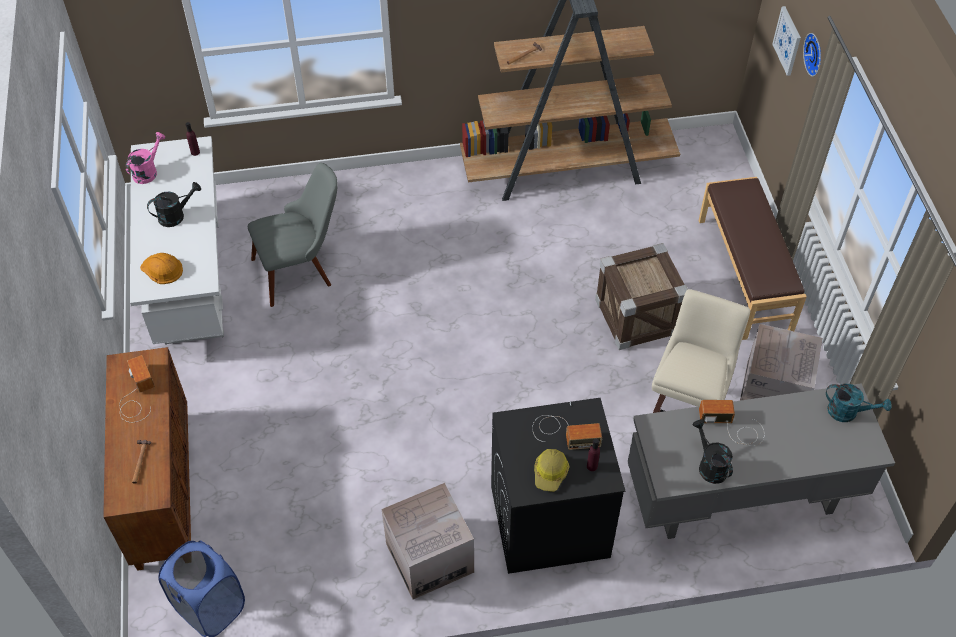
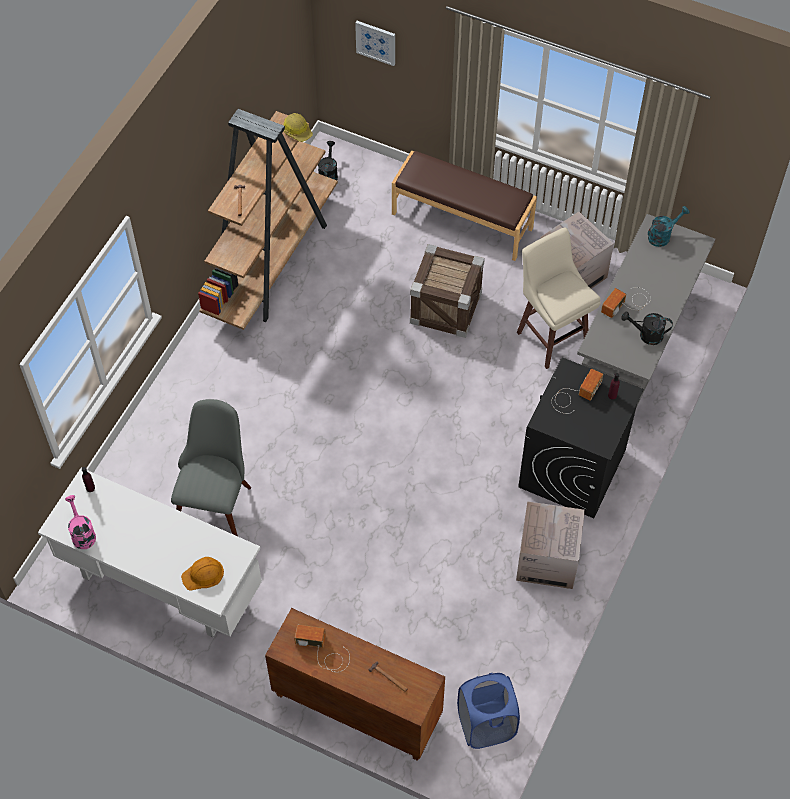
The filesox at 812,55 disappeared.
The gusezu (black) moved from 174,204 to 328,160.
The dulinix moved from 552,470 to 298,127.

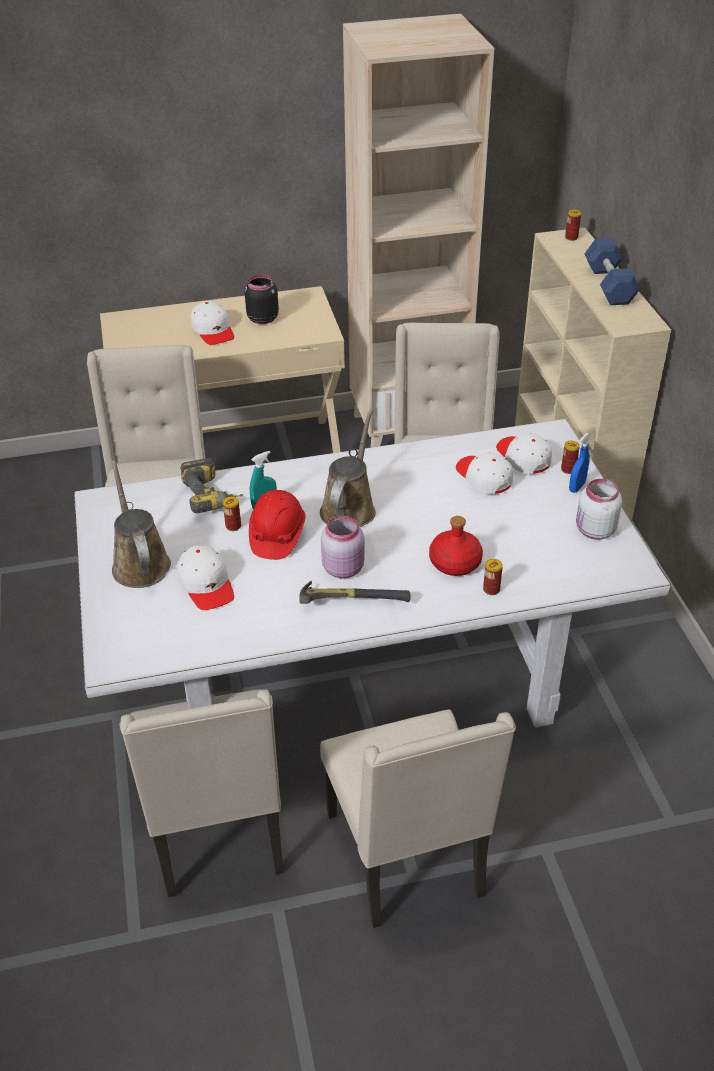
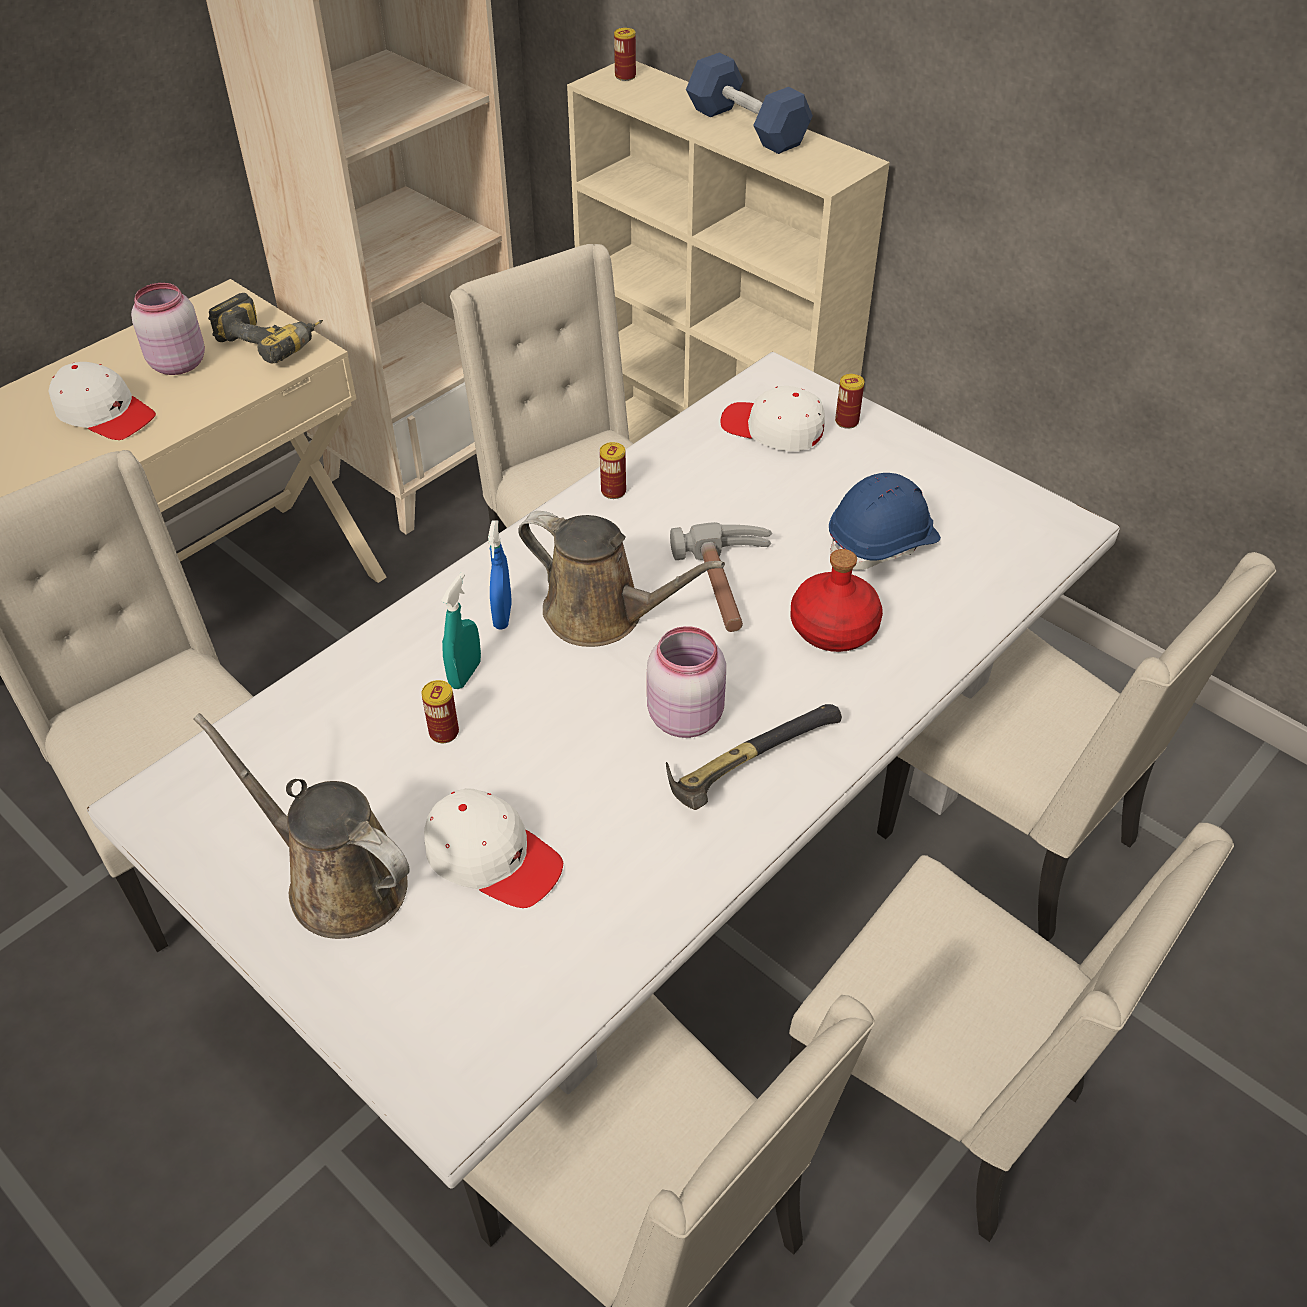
The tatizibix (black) at 262,299 became the tatizibix (pink) at 168,329.
The gusezu (brown) at 348,468 turned 135 degrees clockwise.
The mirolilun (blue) moved from 579,463 to 500,575.
The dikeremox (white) at 484,473 disappeared.
The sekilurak moved from 211,485 to 265,328.
The tatizibix (white) at 599,509 disappeared.
The dulinix (red) at 277,525 disappeared.
The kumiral moved from 493,577 to 613,470.
The dulinix (blue) at 885,521 appeared.
The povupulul at 721,577 appeared.
The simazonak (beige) at 1076,747 appeared.

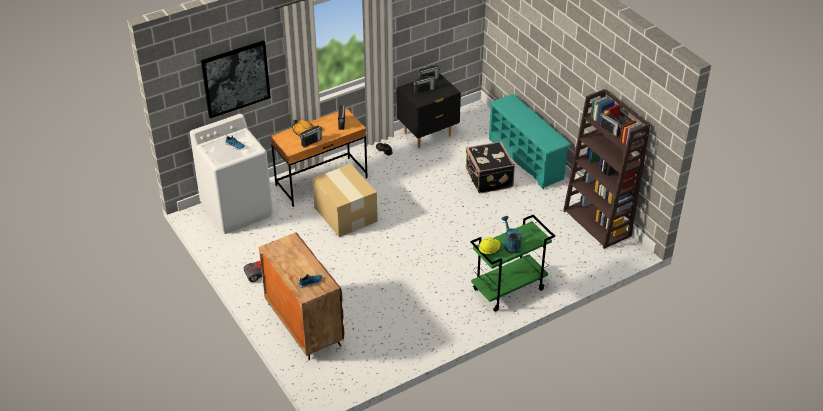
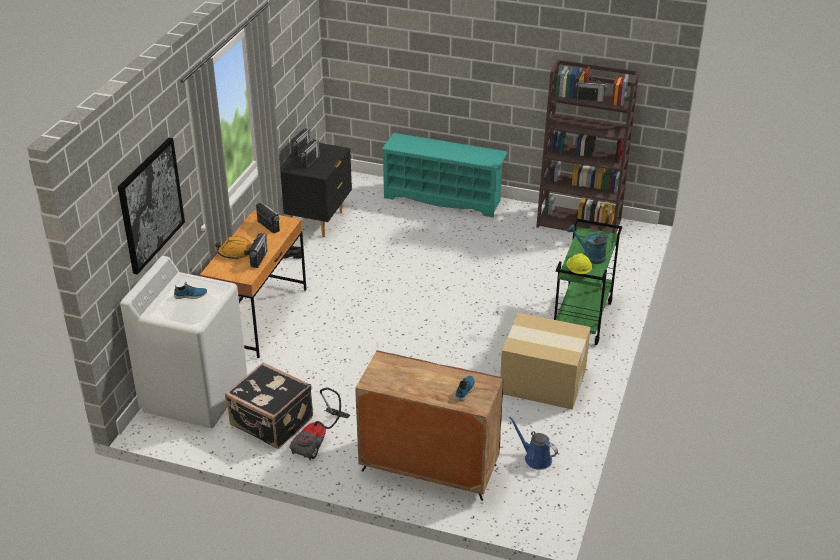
The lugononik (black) moved from 490,167 to 269,405.
The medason moved from 345,200 to 545,361.
The gusezu (blue) at 533,443 appeared.

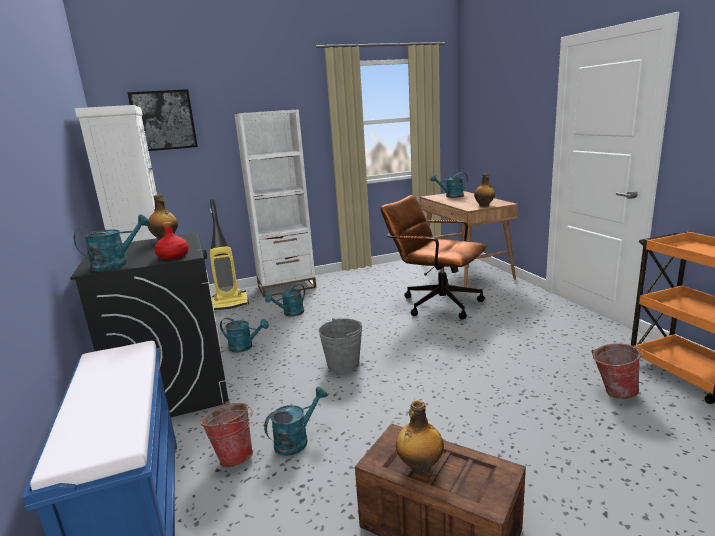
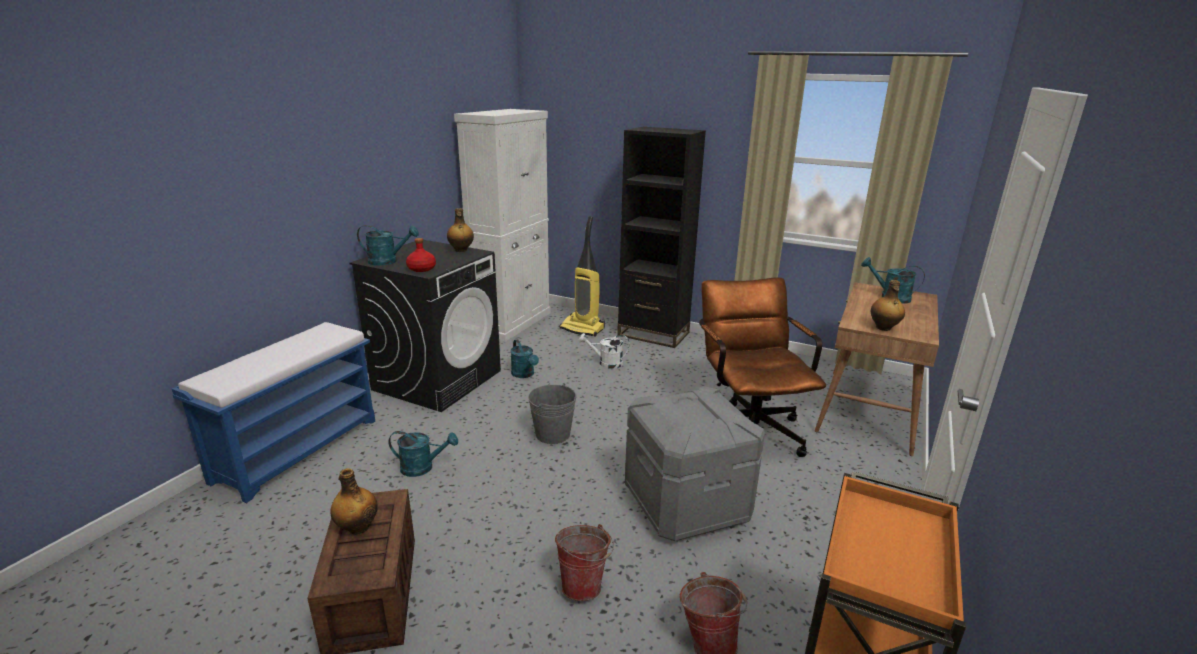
The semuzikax at 162,120 disappeared.
The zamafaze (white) at 275,203 became the zamafaze (black) at 661,237.
The gusezu (turquoise) at 285,300 became the gusezu (white) at 604,351.
The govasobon moved from 226,434 to 584,562.
The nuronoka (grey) at 695,464 appeared.

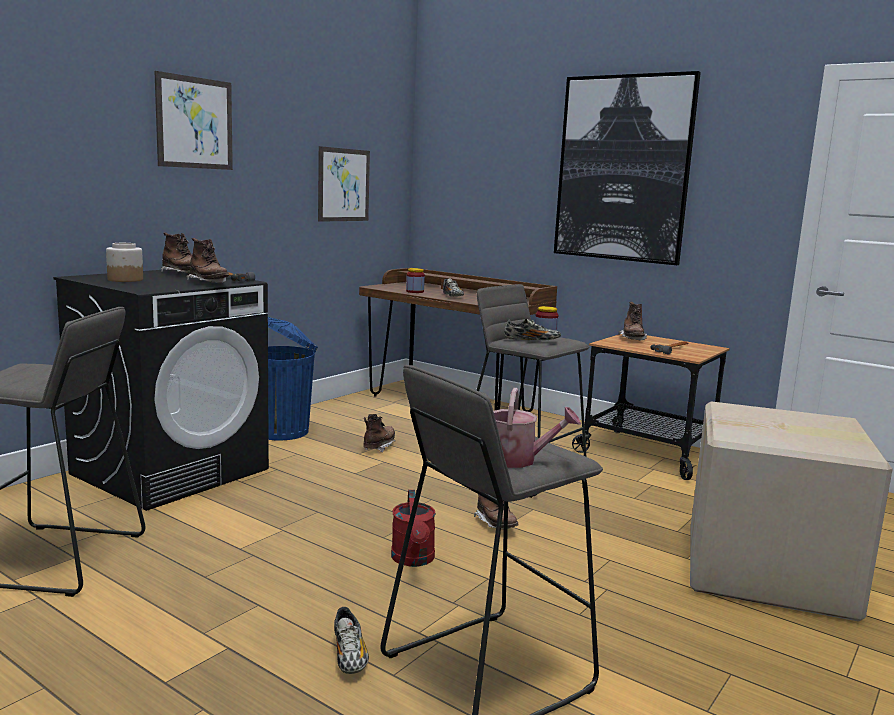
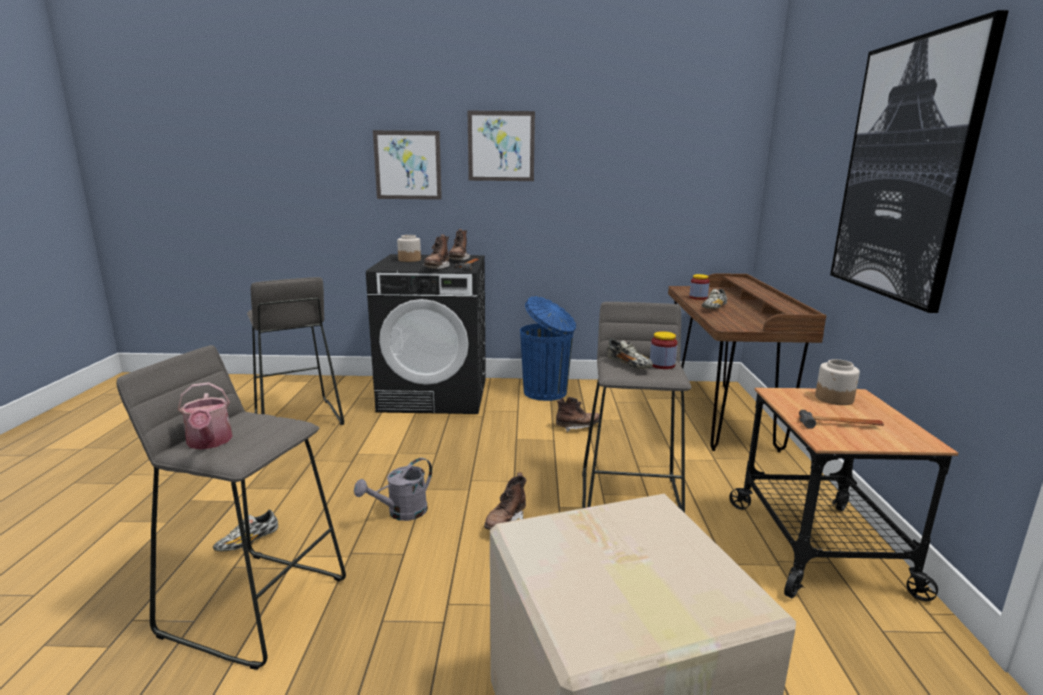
The semuzikax moved from 344,184 to 407,165.
The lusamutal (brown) at 632,321 was replaced by the tatizibix at 837,382.
The gusezu (red) at 413,528 became the gusezu (grey) at 393,489.

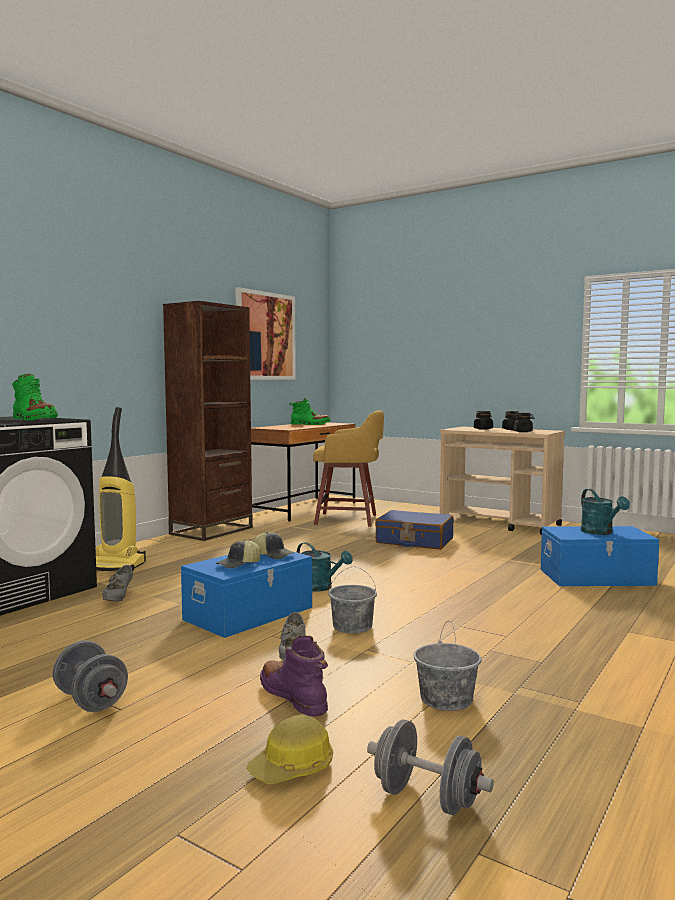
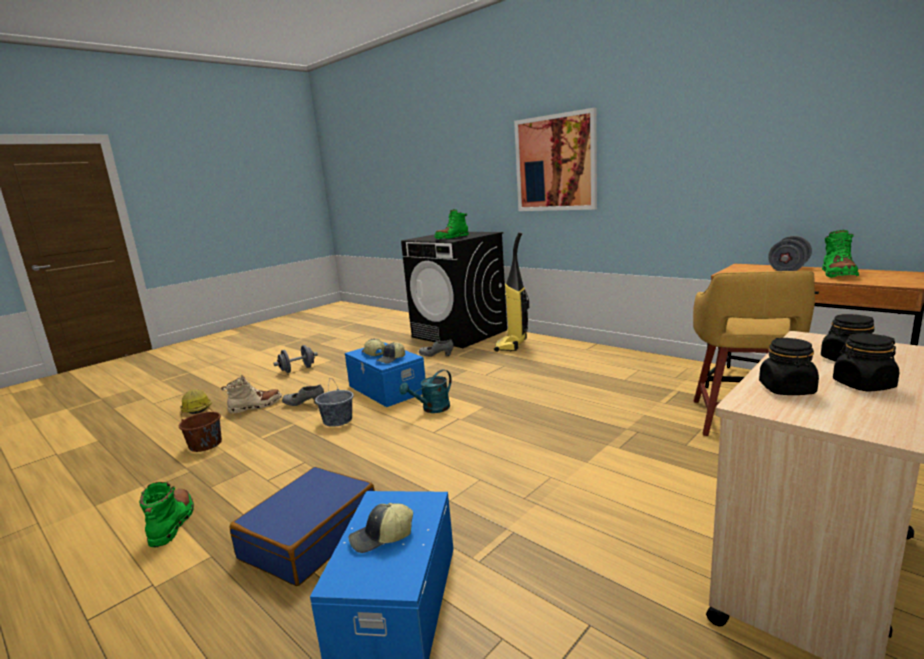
The semuzikax moved from 265,333 to 555,159.
The zamafaze (brown) at 208,421 disappeared.
The gusezu (turquoise) at 605,512 was replaced by the dikeremox at 381,528.
The lugononik (blue) moved from 414,530 to 302,526.
The govasobon (grey) at 447,666 became the govasobon (brown) at 200,426.
The lusamutal (purple) at 294,676 became the lusamutal (beige) at 251,394.
The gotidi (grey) moved from 430,767 to 790,253.
The lusamutal (green) at 166,514 appeared.

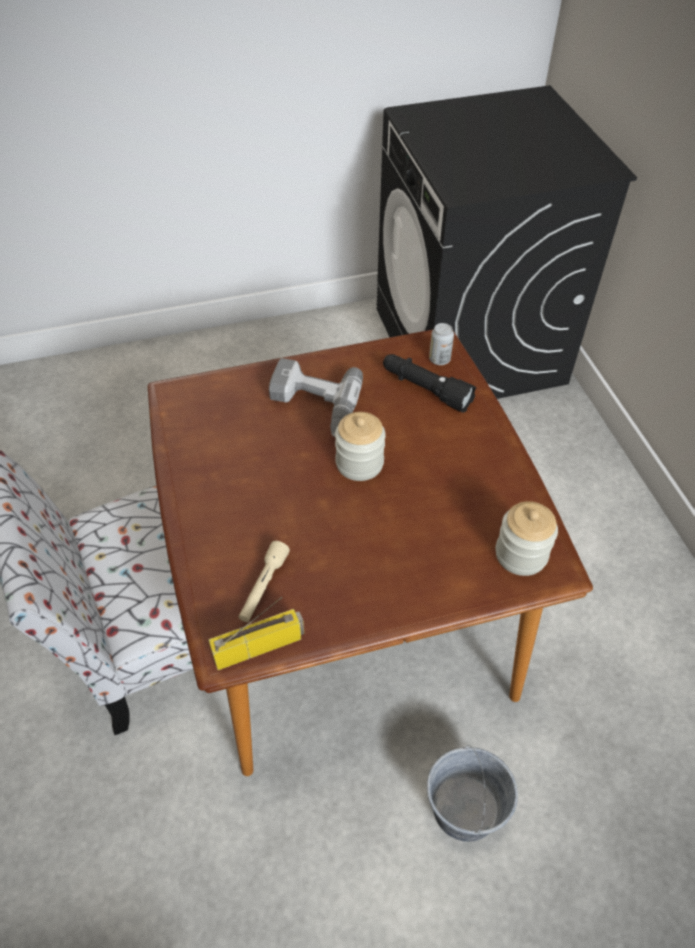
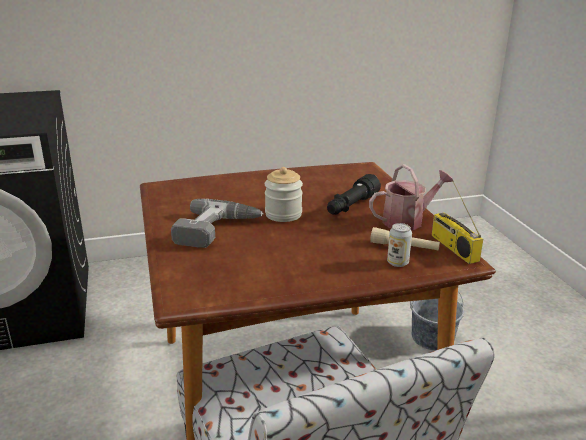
The kumiral moved from 441,344 to 399,245.
The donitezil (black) moved from 429,383 to 354,194.
The tatizibix at 527,538 disappeared.
The gusezu at 411,197 appeared.

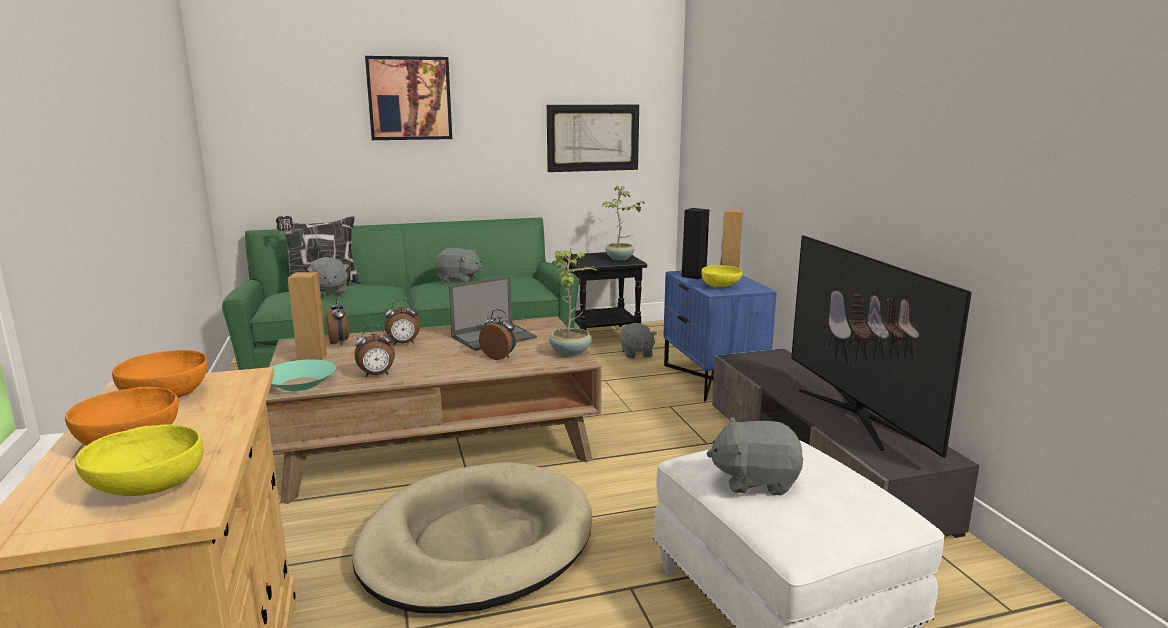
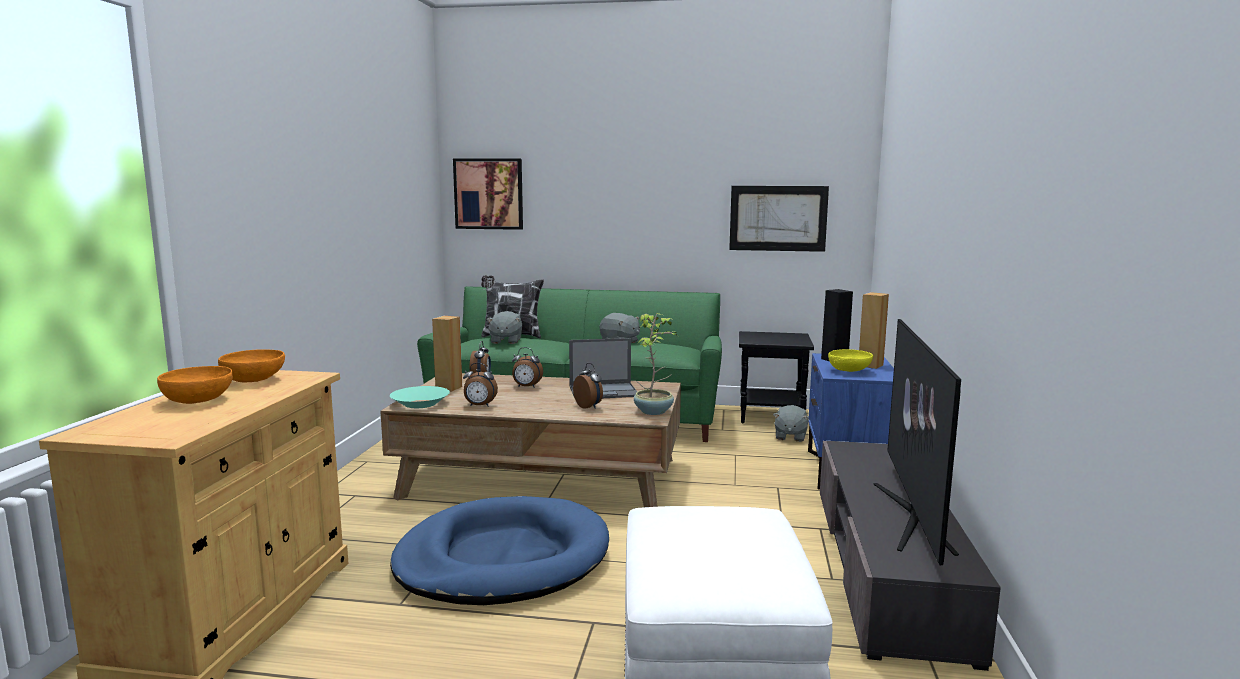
The semuzikax moved from 408,98 to 488,194.
The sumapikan at 623,223 disappeared.
The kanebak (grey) at 755,456 disappeared.
The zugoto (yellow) at 139,460 disappeared.
The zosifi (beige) at 472,537 became the zosifi (blue) at 499,550.

